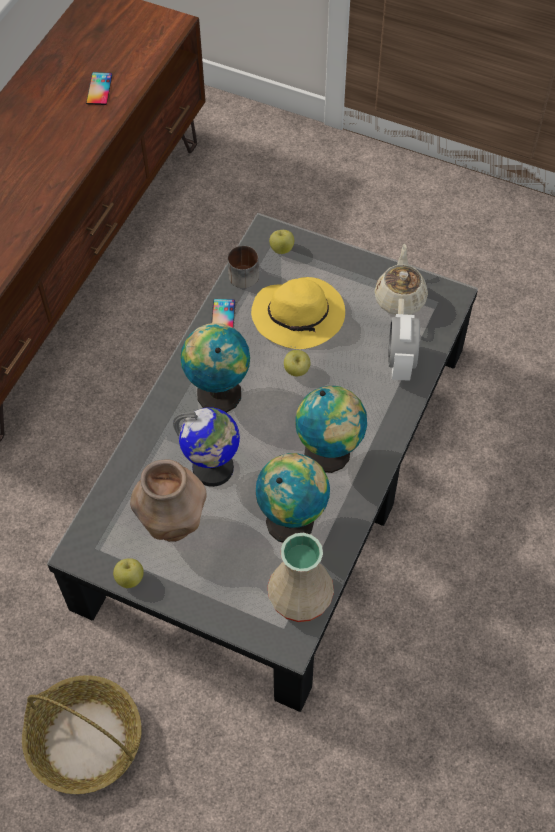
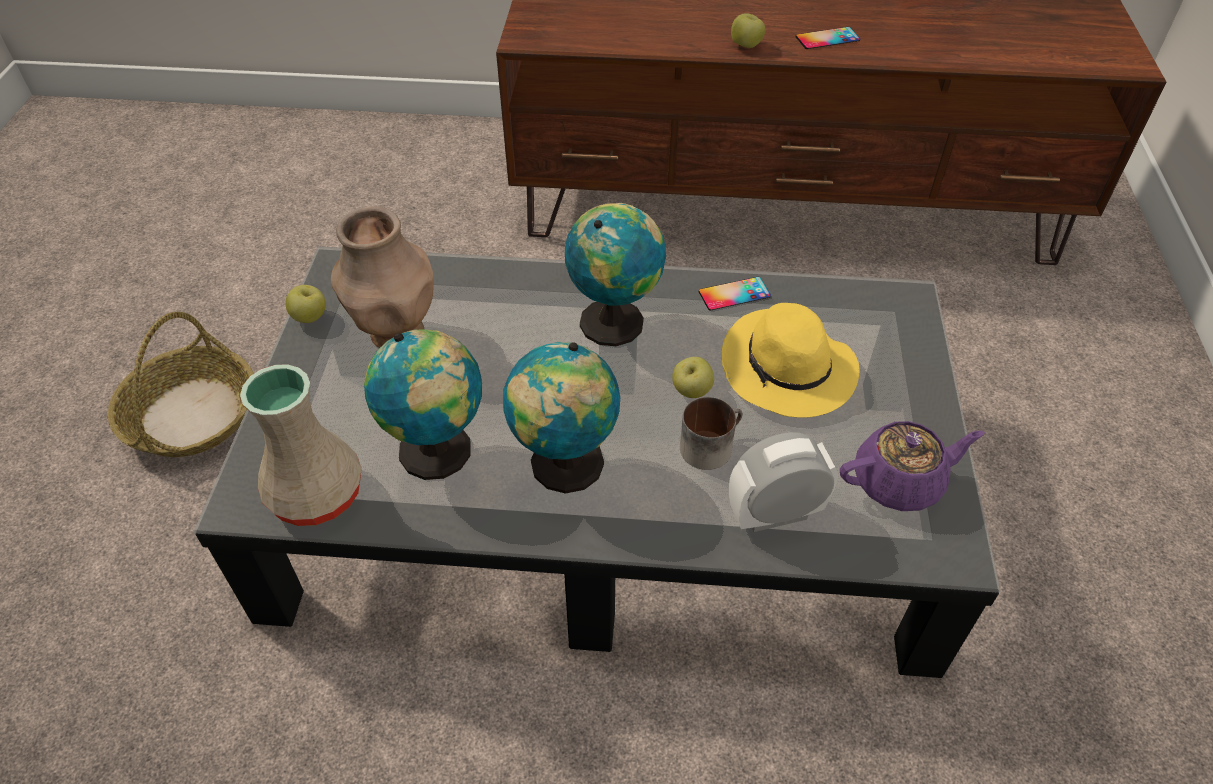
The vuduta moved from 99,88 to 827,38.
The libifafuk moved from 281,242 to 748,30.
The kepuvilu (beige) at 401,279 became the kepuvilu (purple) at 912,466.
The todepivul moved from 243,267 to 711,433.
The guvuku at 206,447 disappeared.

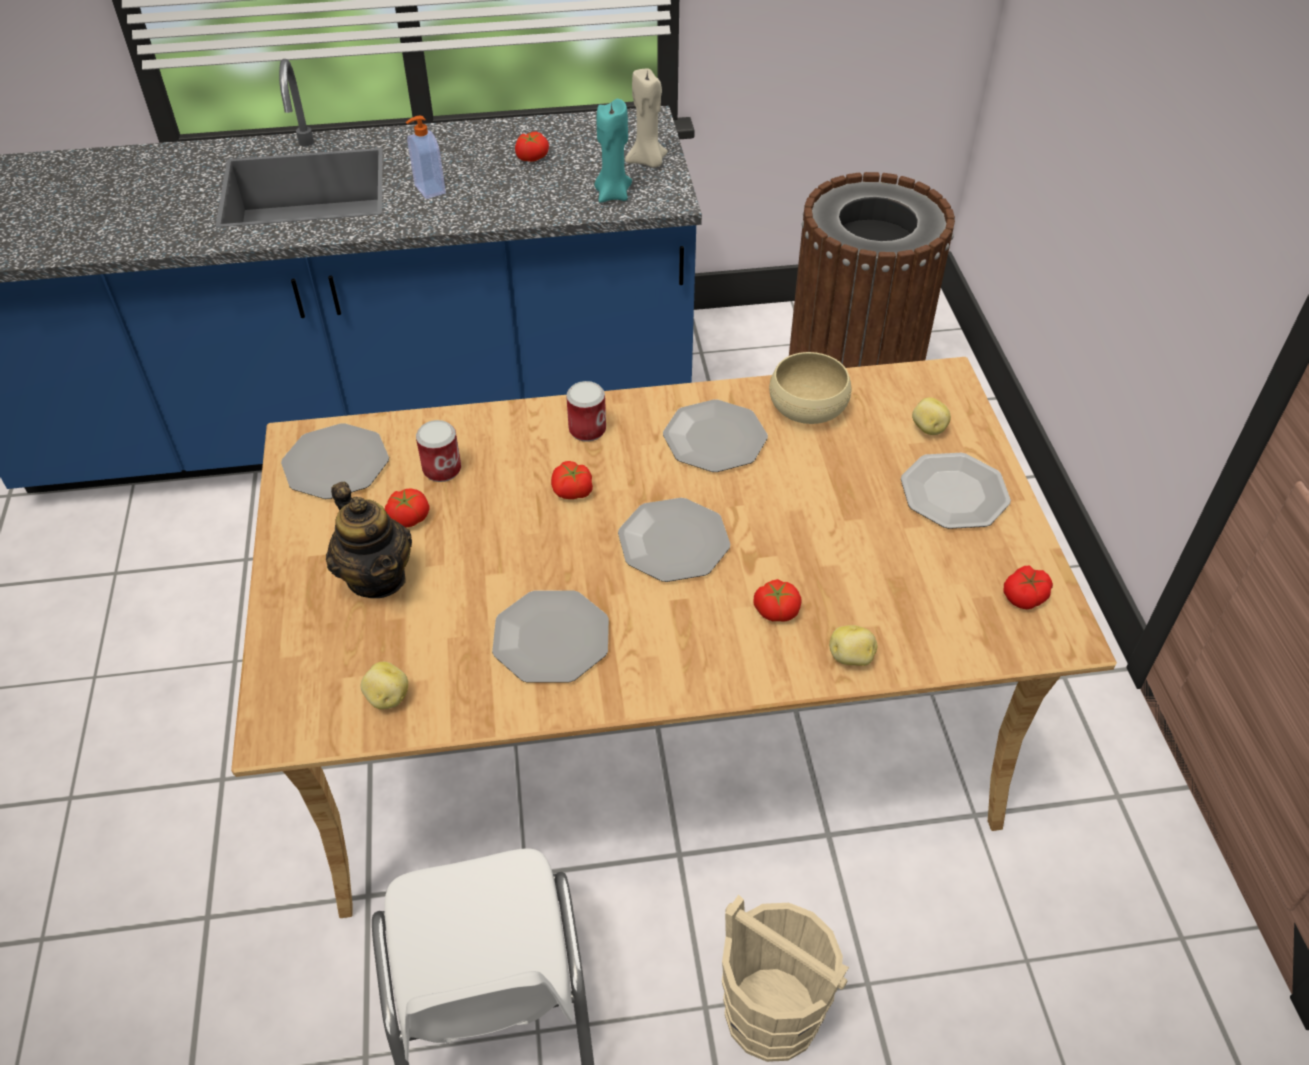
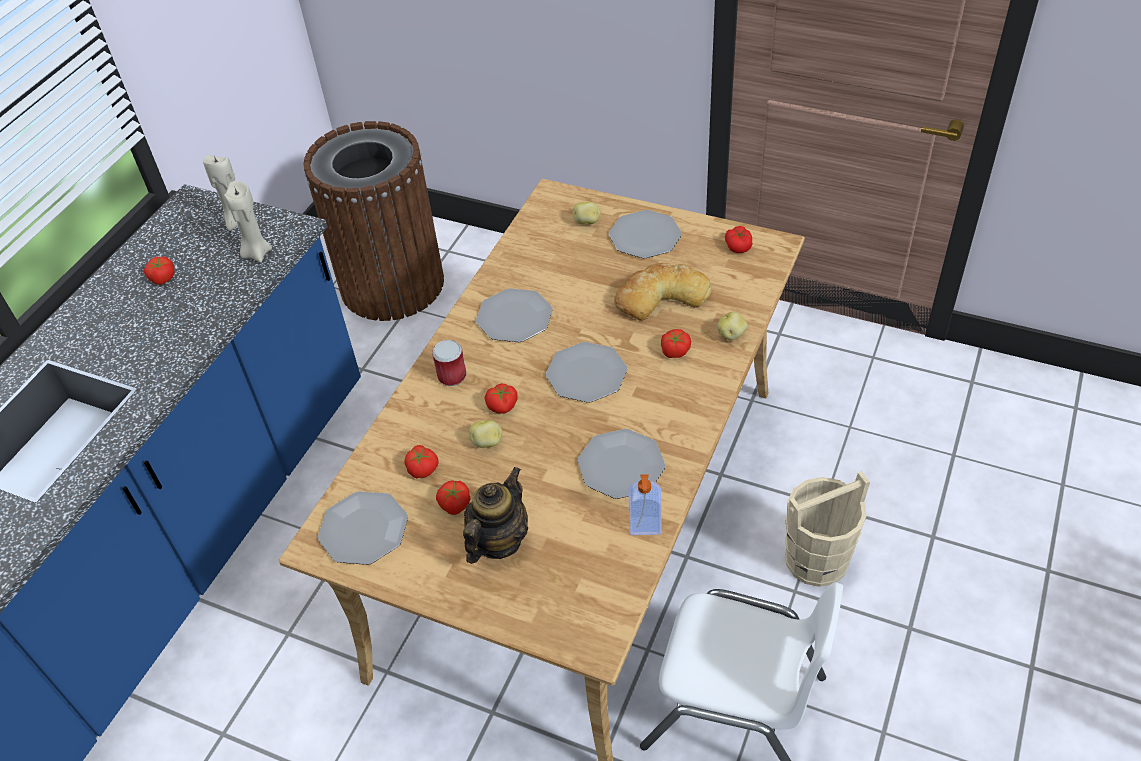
The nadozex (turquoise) at 613,151 became the nadozex (beige) at 248,221.
The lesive moved from 426,157 to 645,504.
The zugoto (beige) at 810,388 disappeared.
The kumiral at 438,451 was replaced by the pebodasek at 421,461.
The kepuvilu at 369,540 turned 60 degrees counterclockwise.
The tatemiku moved from 384,685 to 485,434.
The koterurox at 663,292 appeared.

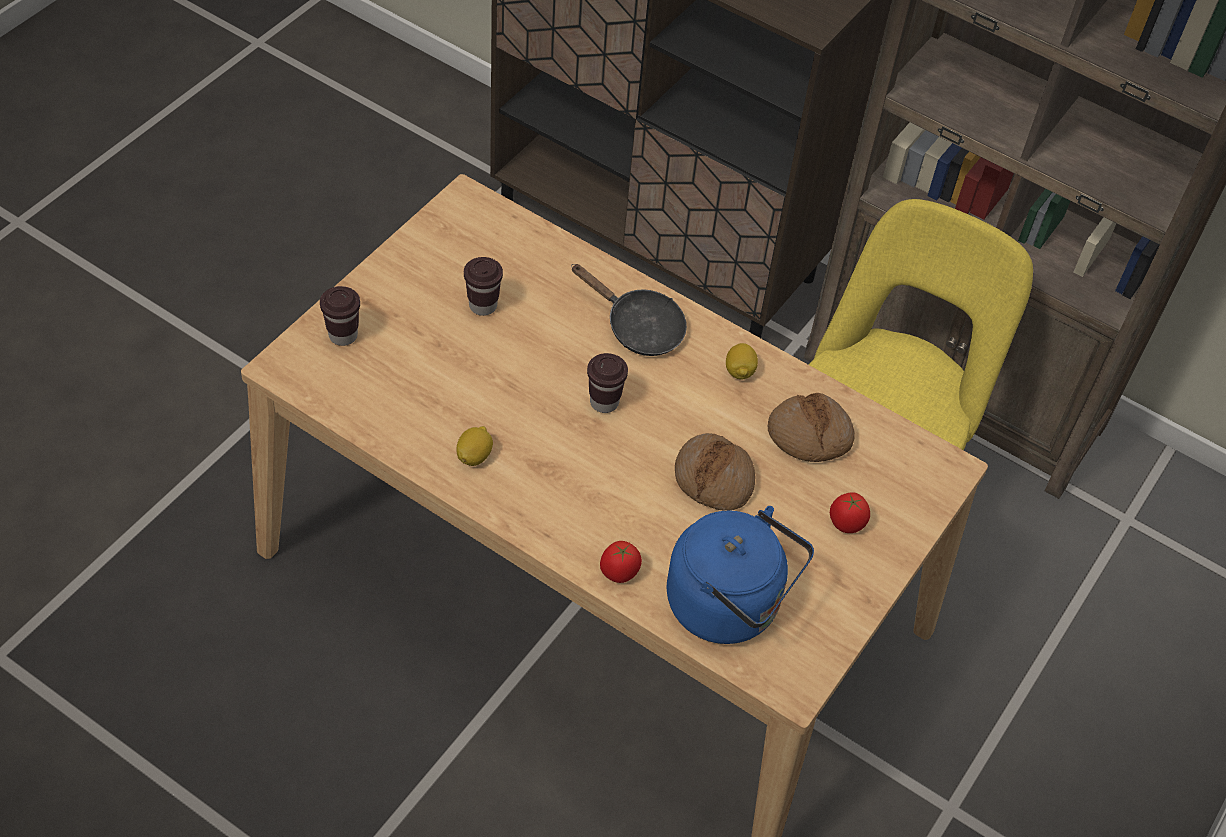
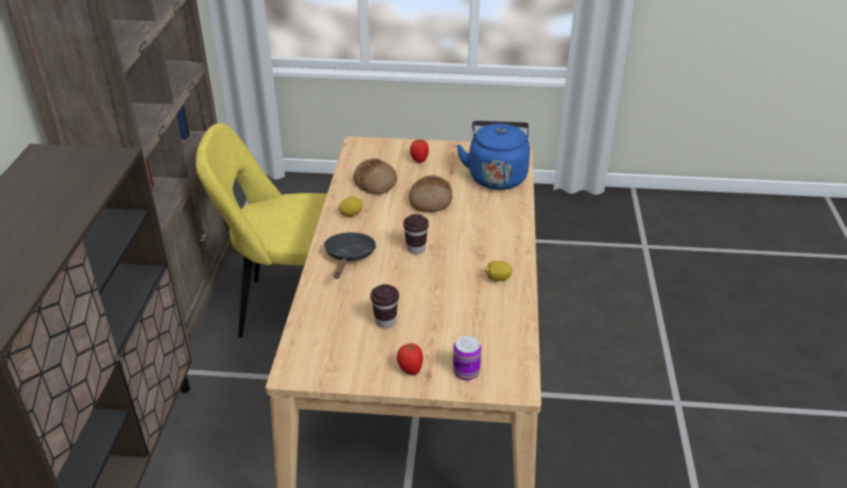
The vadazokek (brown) at 340,316 was replaced by the kumiral at 467,358.
The pebodasek moved from 621,562 to 410,359.

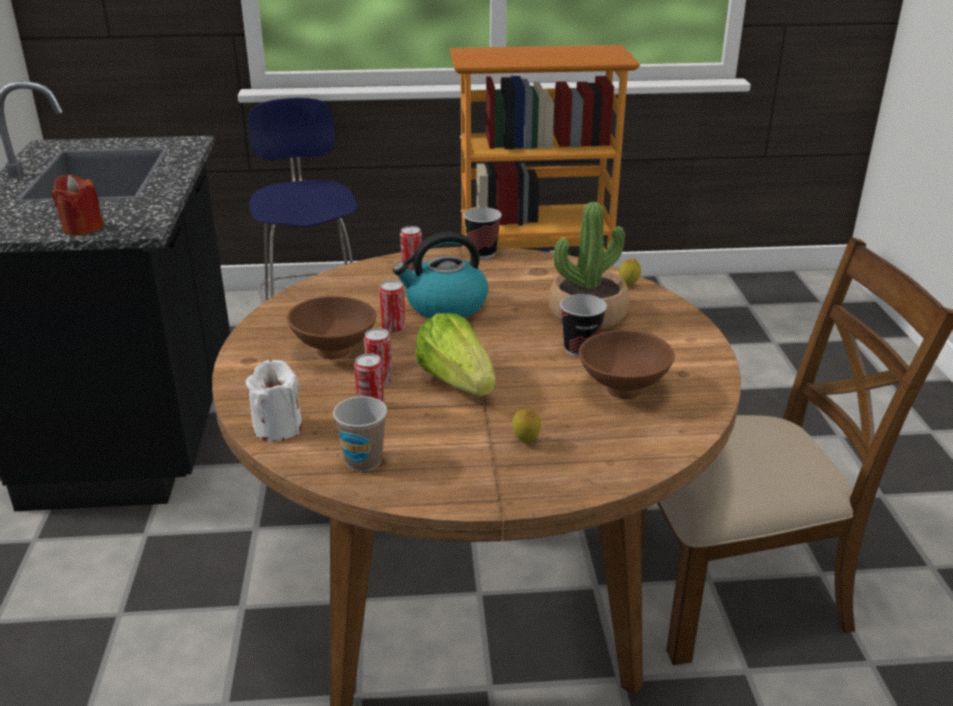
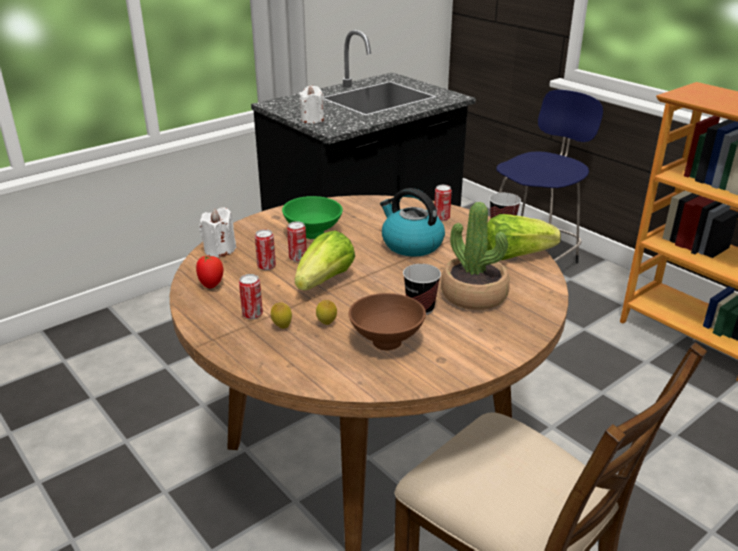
The nadozex (red) at 78,205 became the nadozex (white) at 311,104.
The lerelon moved from 630,272 to 326,312.
The kumiral moved from 392,307 to 251,296.
The zugoto (brown) at 331,327 became the zugoto (green) at 312,217.
The vadazokek at 360,434 was replaced by the pebodasek at 209,271.
The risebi at 524,237 appeared.

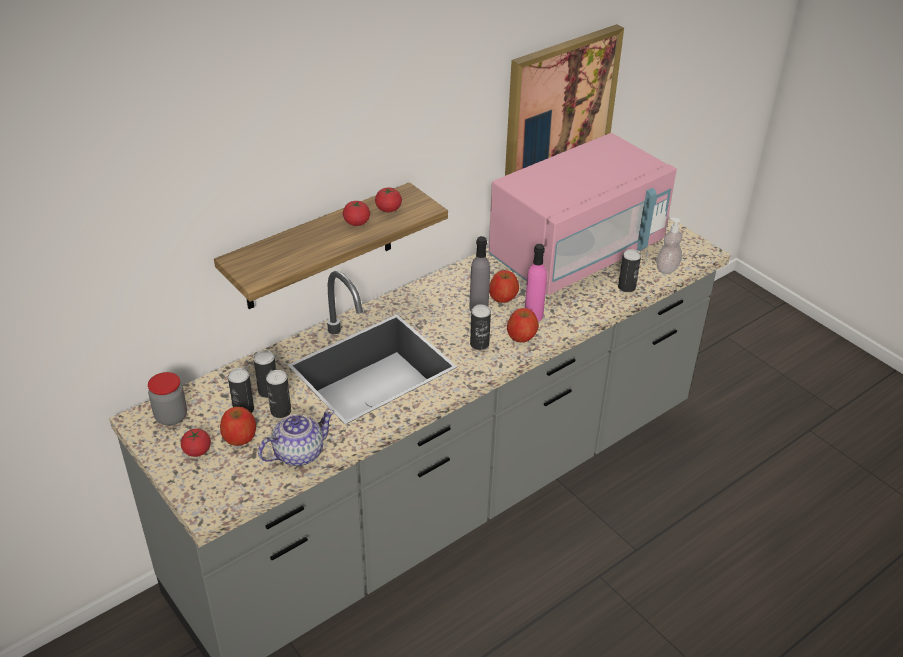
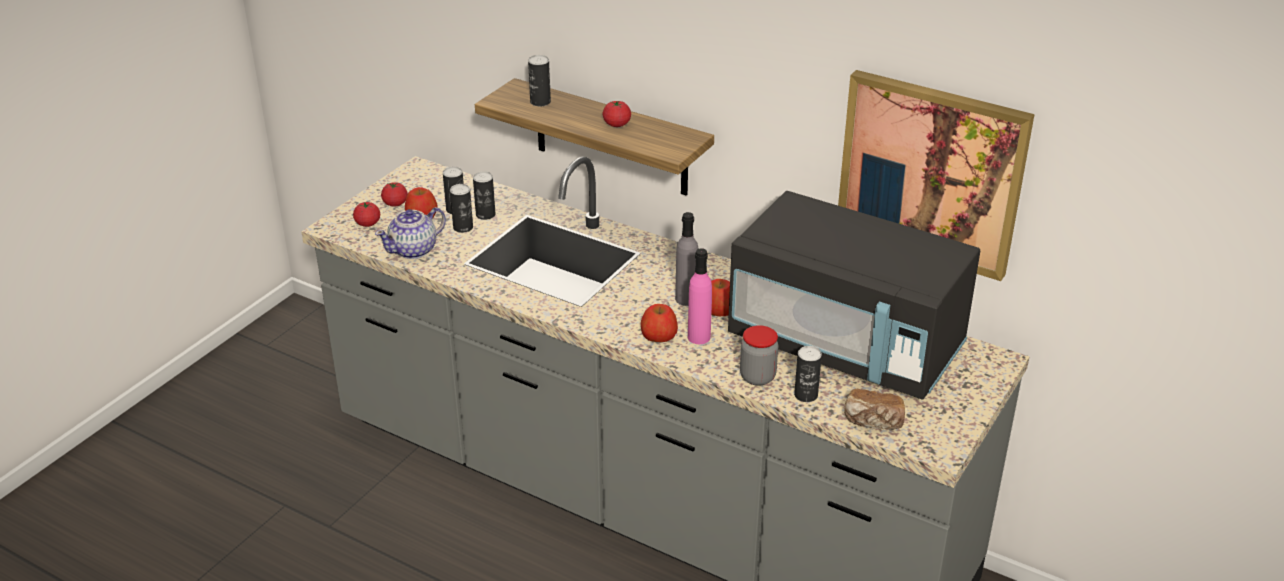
The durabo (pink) at 583,214 became the durabo (black) at 854,295.
The pebodasek moved from 388,199 to 366,214.
The lesive at 669,245 was replaced by the koterurox at 874,409.
The kumiral moved from 480,327 to 539,80.
The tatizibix moved from 167,399 to 759,355.
The kepuvilu at 296,438 turned 105 degrees clockwise.

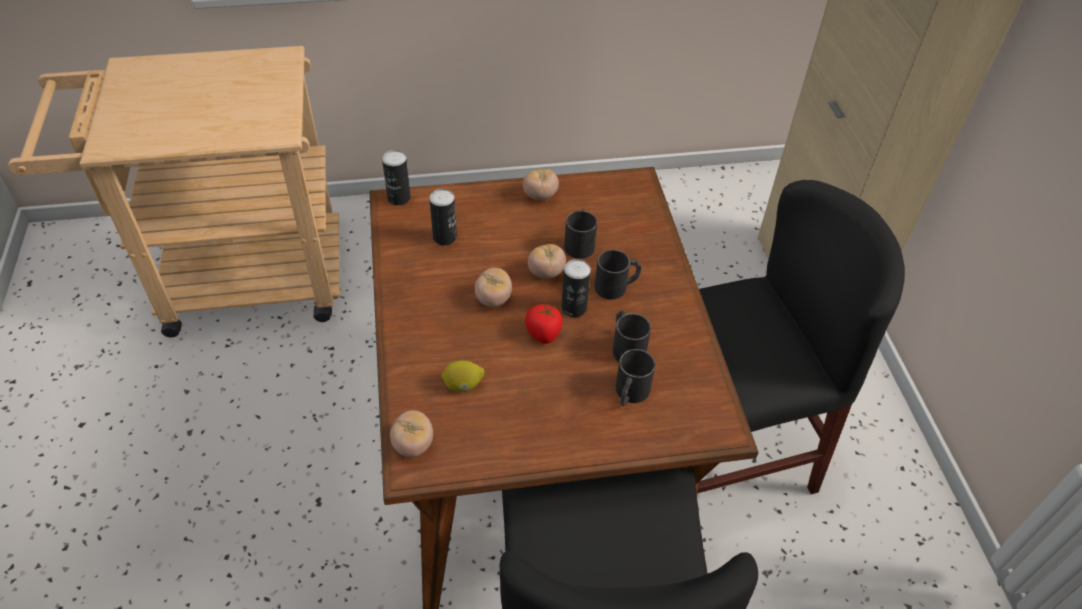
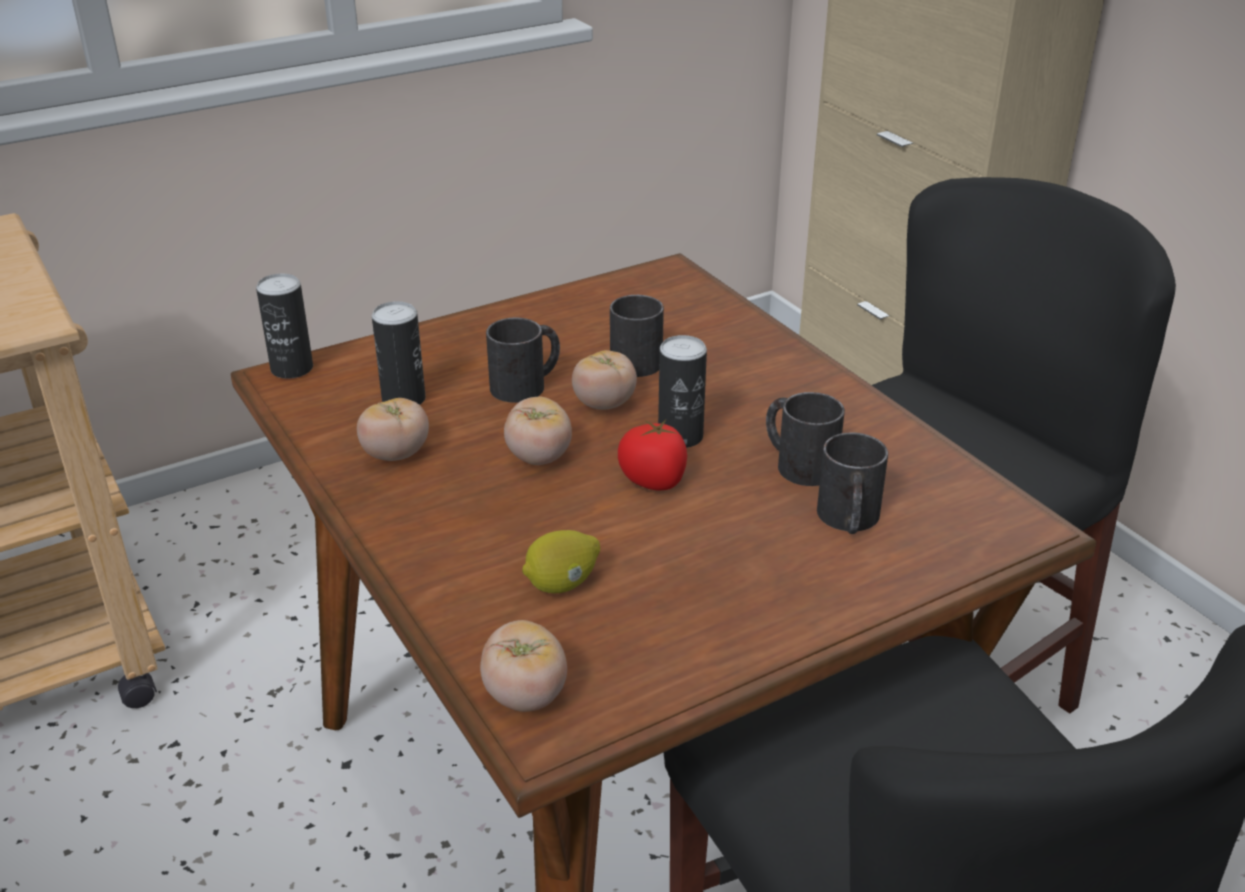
The pebodasek moved from 541,184 to 393,429.
The todepivul (black) moved from 618,274 to 523,360.

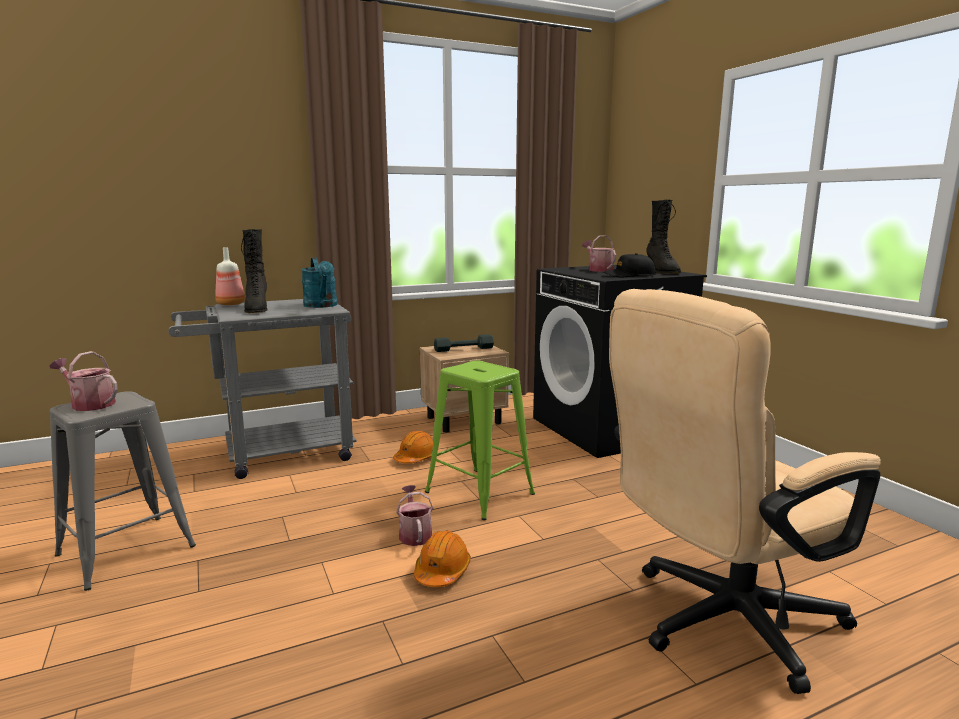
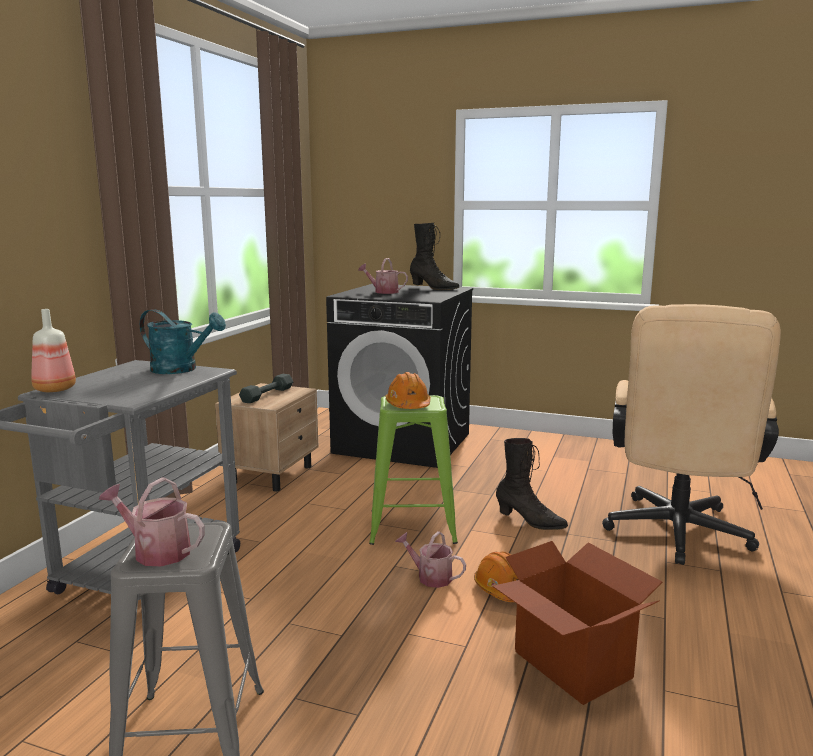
The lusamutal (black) moved from 254,271 to 532,484.
The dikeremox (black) at 629,265 disappeared.
The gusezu at 84,381 turned 45 degrees clockwise.
The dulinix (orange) moved from 413,447 to 408,390.
The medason at 577,623 appeared.

